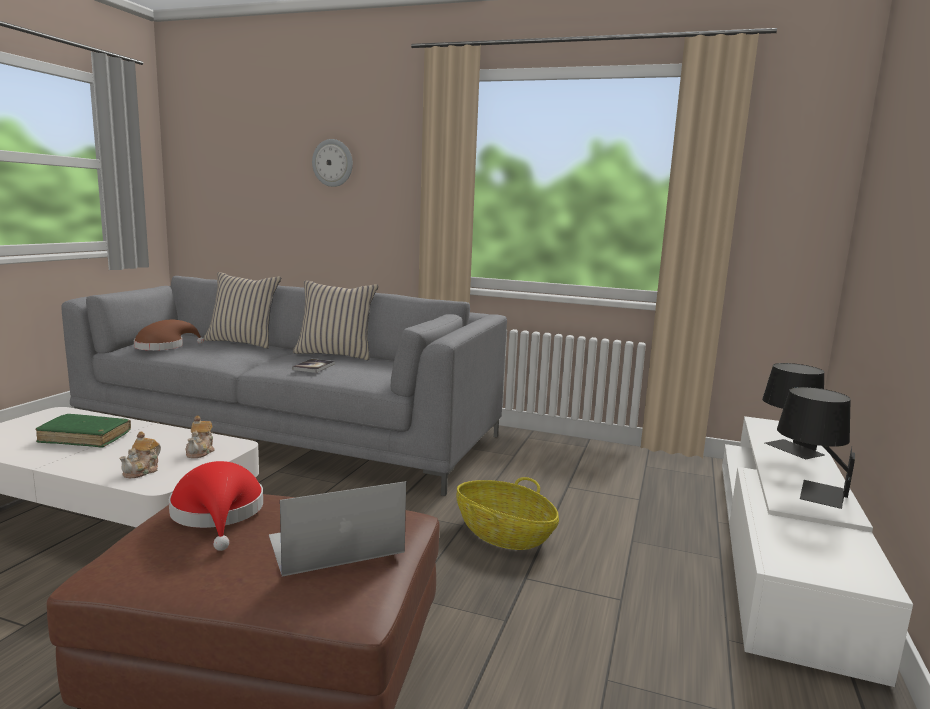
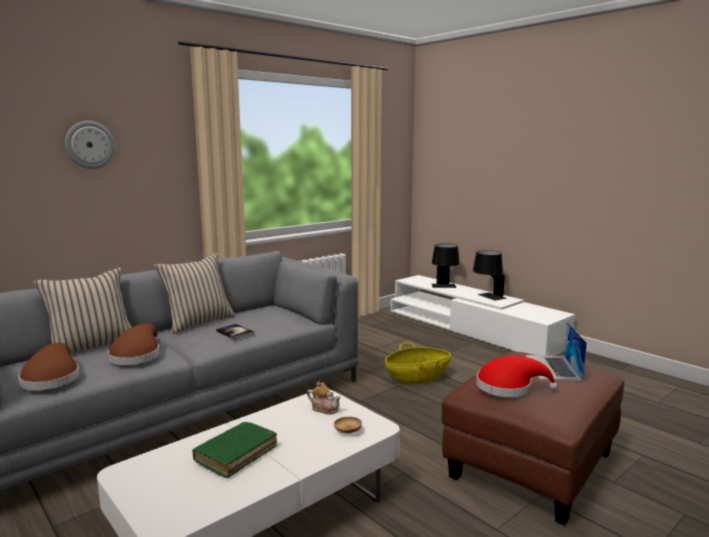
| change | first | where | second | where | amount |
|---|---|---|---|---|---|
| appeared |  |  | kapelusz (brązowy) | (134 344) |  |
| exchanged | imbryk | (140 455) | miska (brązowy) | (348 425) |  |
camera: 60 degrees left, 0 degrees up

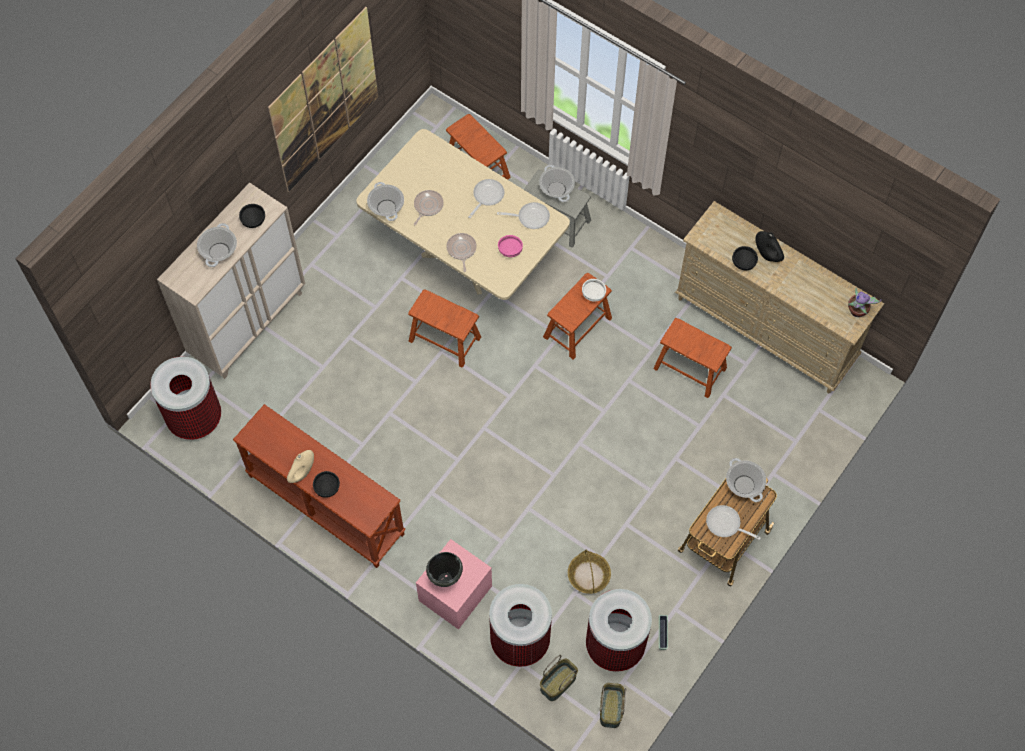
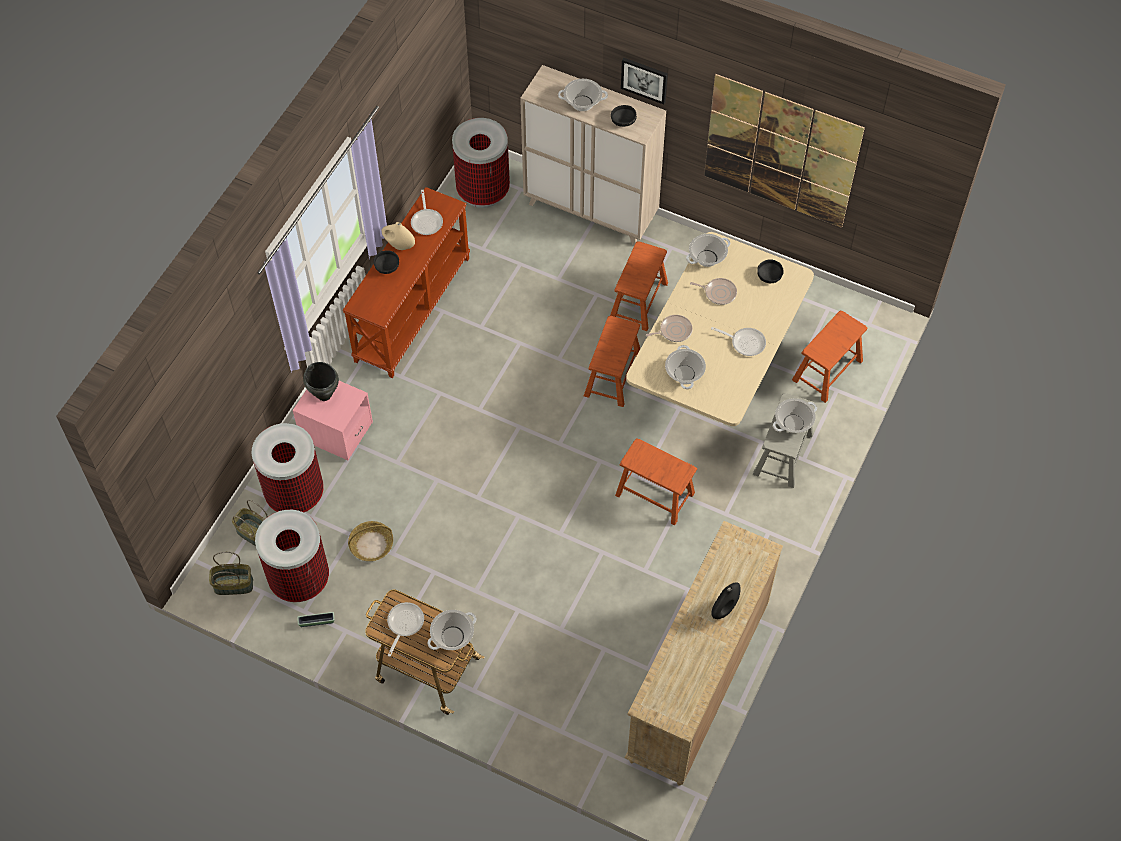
| change | first | where | second | where | amount |
|---|---|---|---|---|---|
| missing | miska (biały) | (594 290) |  |  |  |
| missing | roślina doniczkowa | (864 302) |  |  |  |
| appeared |  |  | obraz | (644 81) |  |
| relocated | patelnia | (523 215) |  | (427 212) |  |
| relocated | stołek (brązowy) | (692 358) |  | (639 286) |  |
| relocated | miska (czarny) | (745 258) |  | (770 271) |  |
| exchanged | miska (różowy) | (510 246) | garnek | (685 367) |  |
camera: 80 degrees right, 5 degrees down

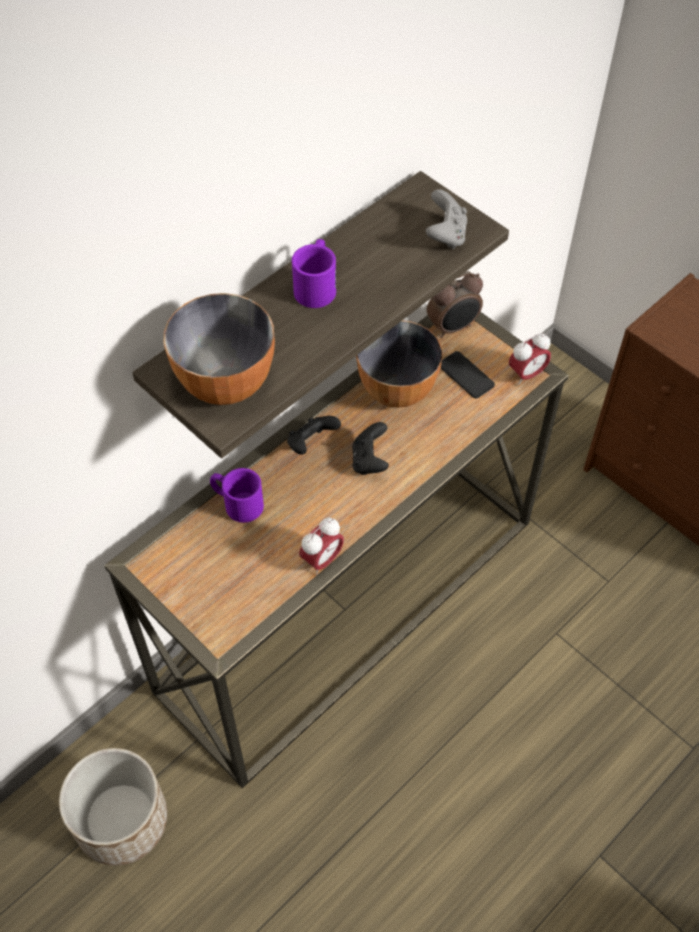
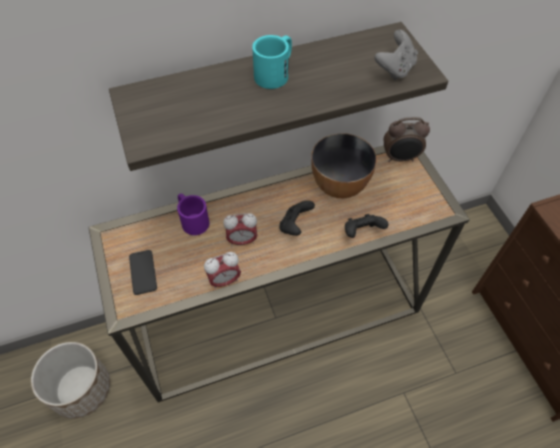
| change | first | where | second | where | amount |
|---|---|---|---|---|---|
| missing | miska | (219 349) |  |  |  |
| relocated | pad do gier (czarny) | (314 435) |  | (366 226) |  |
| relocated | telefon | (468 375) |  | (143 272) |  |
| relocated | budzik | (530 359) |  | (240 229) |  |
| colour | kubek (fioletowy) | (314 273) | kubek (turkusowy) | (272 62) |  |
camera: 25 degrees right, 0 degrees up

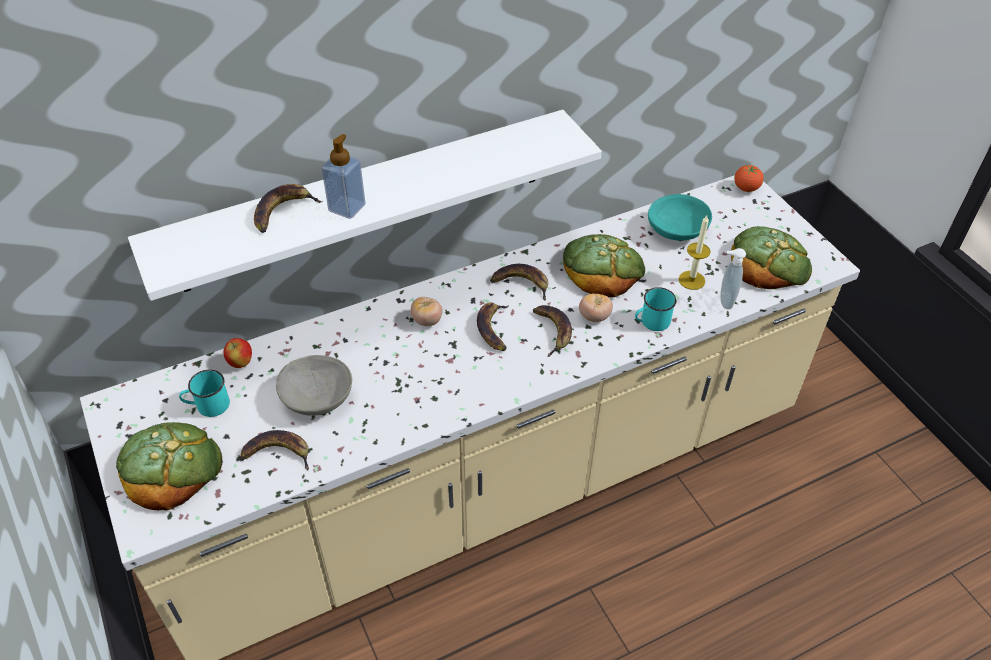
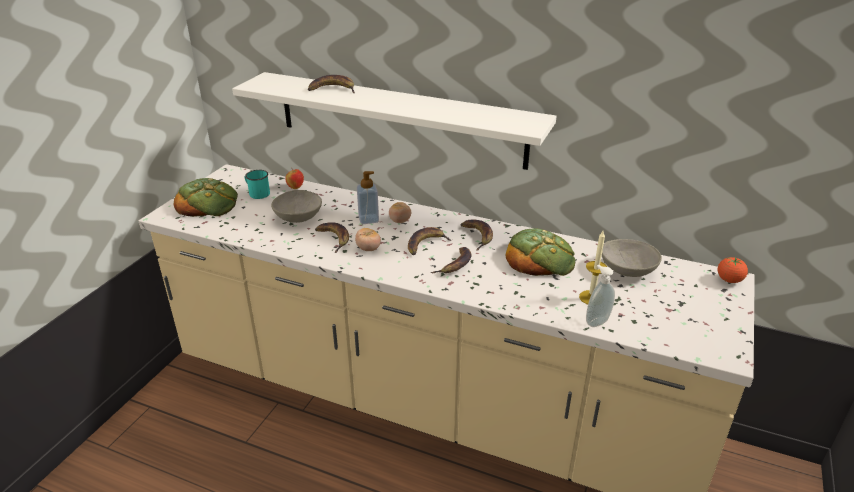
| change | first | where | second | where | amount |
|---|---|---|---|---|---|
| missing | kubek (turkusowy) | (656 309) |  |  |  |
| missing | chleb | (771 257) |  |  |  |
| relocated | banan | (274 450) |  | (332 237) |  |
| relocated | dozownik mydła | (343 176) |  | (368 197) |  |
| relocated | pomidor | (596 307) |  | (368 239) |  |
| colour | miska (turkusowy) | (680 217) | miska (szary) | (632 258) |  |
camera: 50 degrees right, 15 degrees down

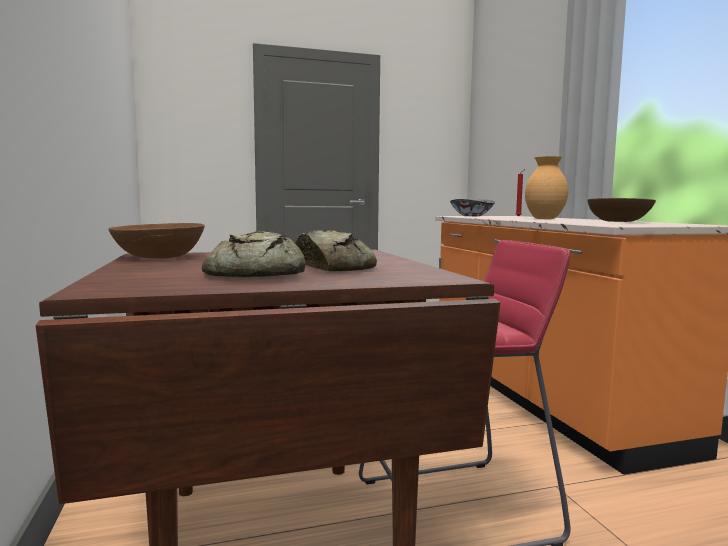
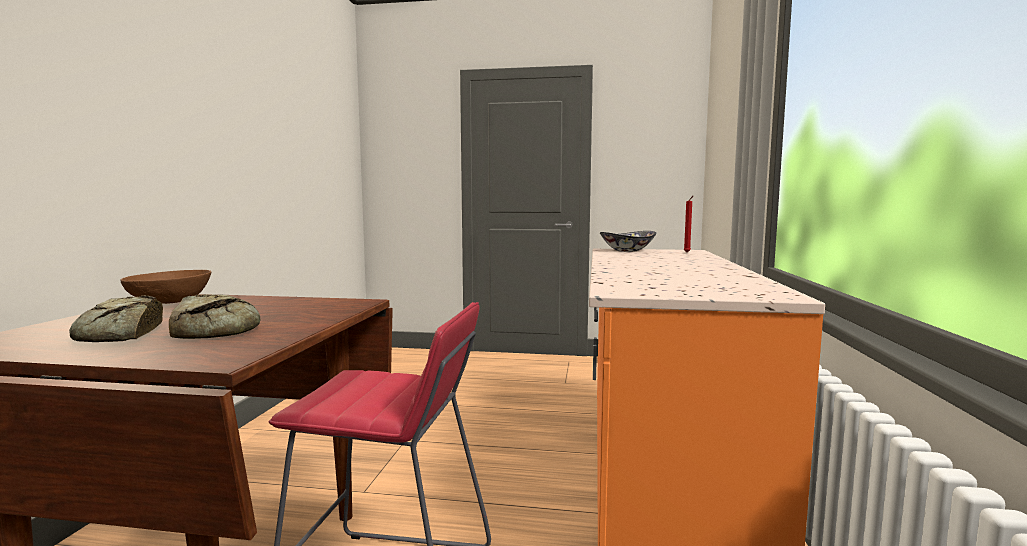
| change | first | where | second | where | amount |
|---|---|---|---|---|---|
| missing | wazon (brązowy) | (546 187) |  |  |  |
| missing | miska (brązowy) | (622 210) |  |  |  |
camera: 25 degrees right, 0 degrees up

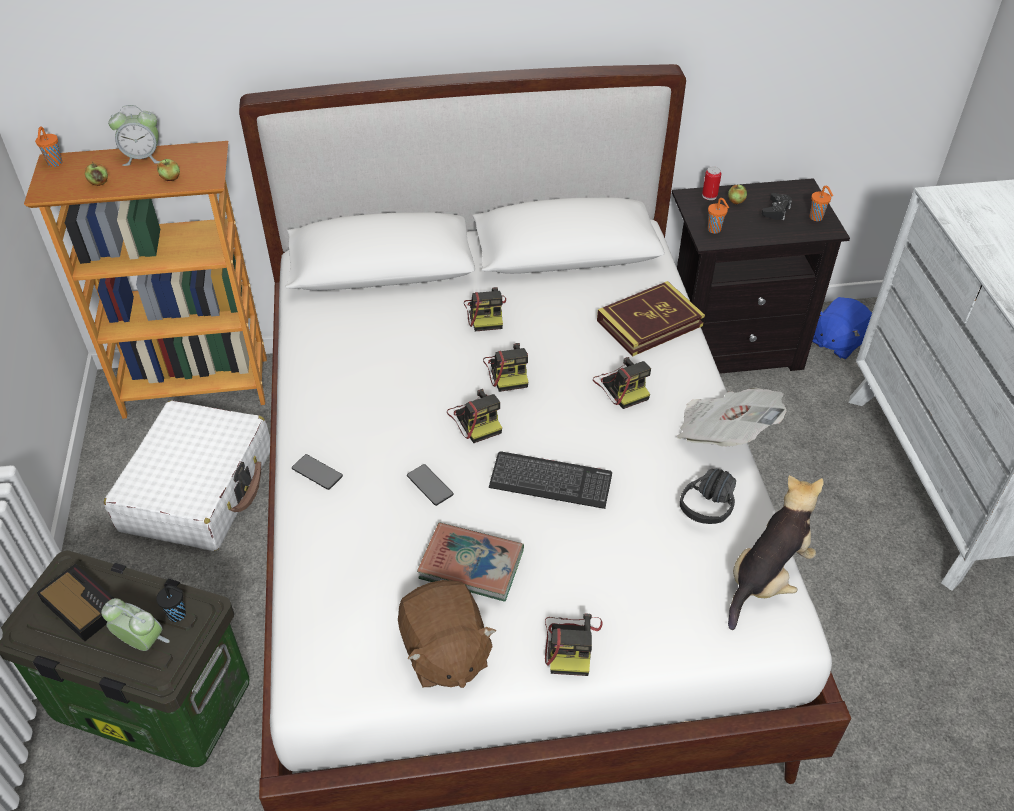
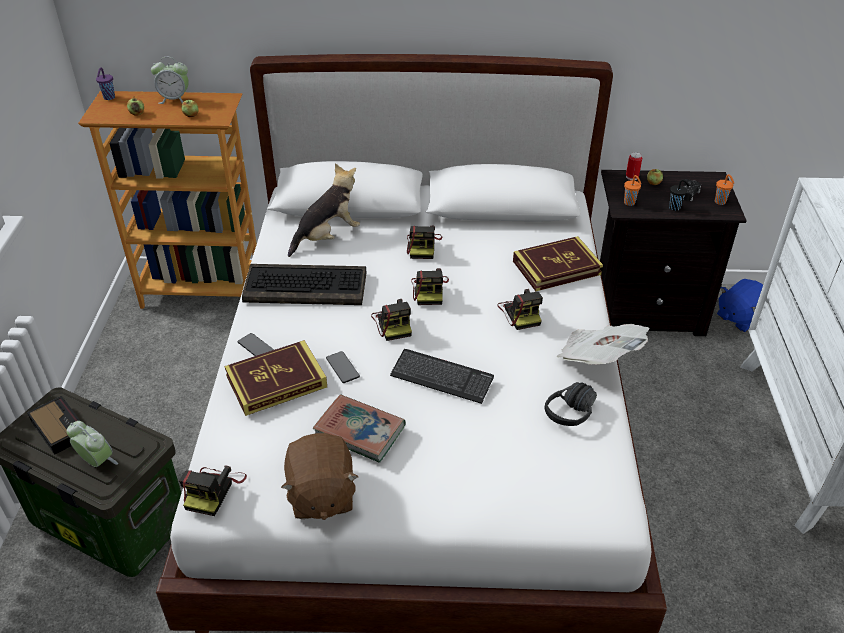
| change | first | where | second | where | amount |
|---|---|---|---|---|---|
| missing | walizka (biały) | (187 475) |  |  |  |
| appeared |  |  | książka | (275 378) |  |
| appeared |  |  | klawiatura | (304 284) |  |
| relocated | filiżanka (czarny) | (171 603) |  | (679 195) |  |
| relocated | aparat fotograficzny | (574 645) |  | (213 490) |  |
| relocated | pluszak | (775 552) |  | (324 210) |  |
| colour | filiżanka (pomarańczowy) | (48 146) | filiżanka (fioletowy) | (105 83) |  |
camera: 10 degrees right, 5 degrees down

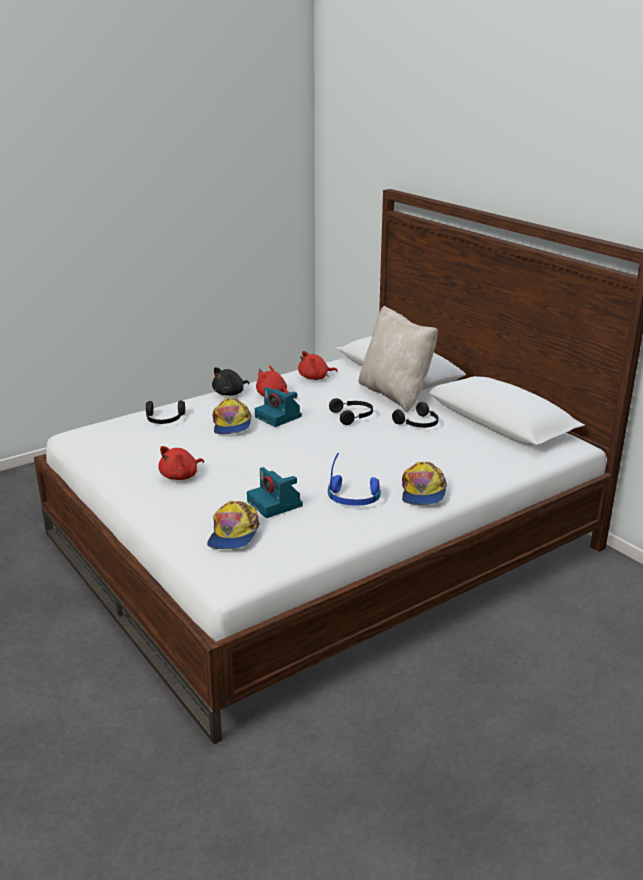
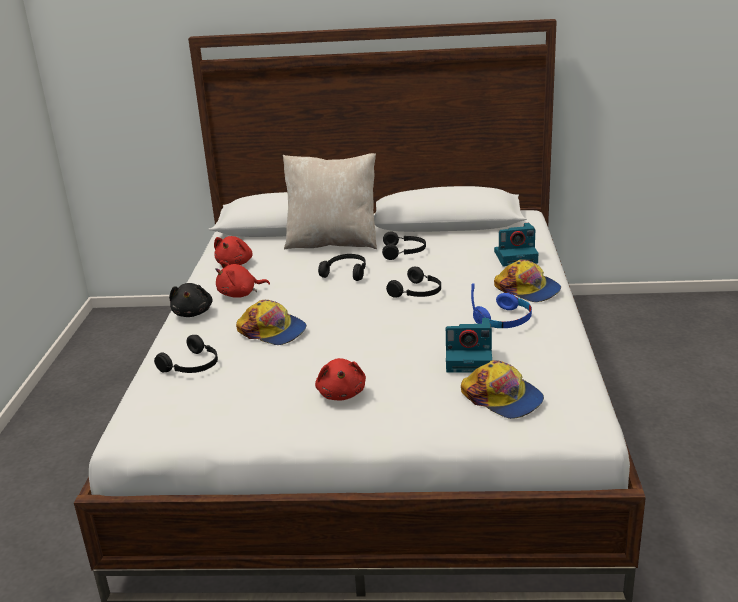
| change | first | where | second | where | amount |
|---|---|---|---|---|---|
| appeared |  |  | słuchawki (czarny) | (413 282) |  |
| relocated | aparat fotograficzny | (278 407) |  | (516 245) |  |
camera: 50 degrees left, 0 degrees up

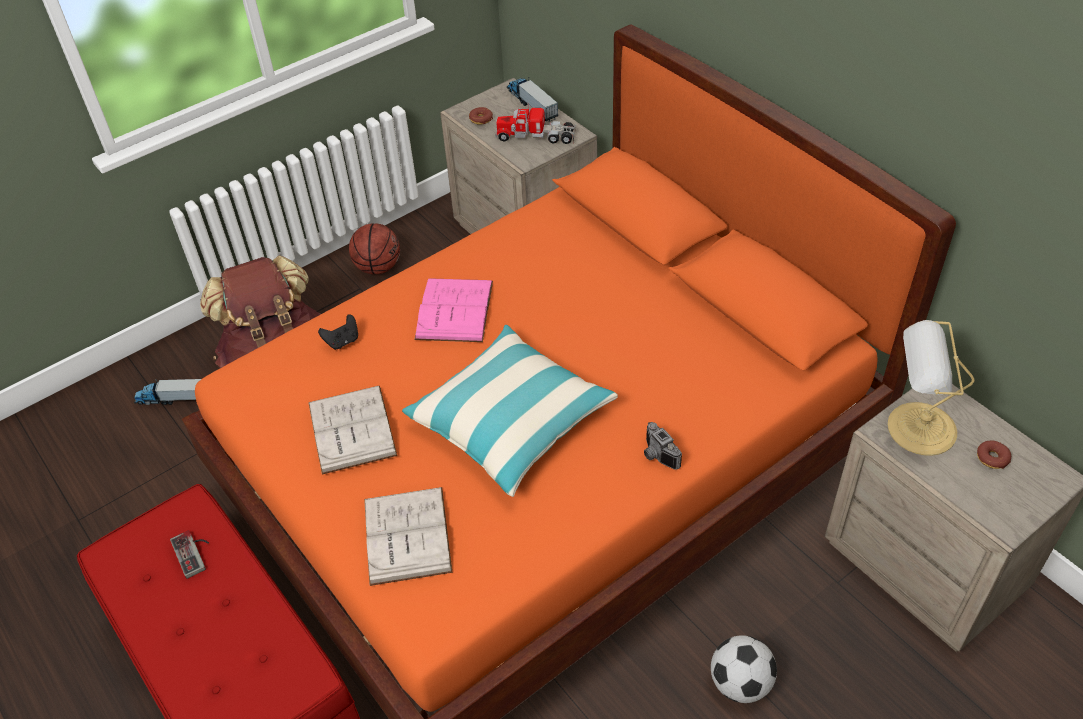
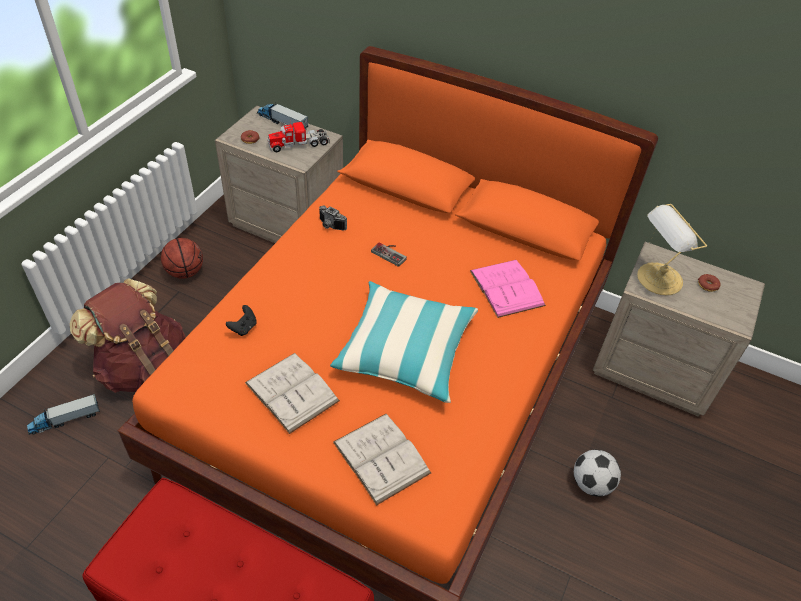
| change | first | where | second | where | amount |
|---|---|---|---|---|---|
| relocated | pad do gier | (189 554) |  | (389 254) |  |
| relocated | książka (różowy) | (453 310) |  | (508 289) |  |
| relocated | aparat fotograficzny | (663 445) |  | (333 218) |  |
camera: 30 degrees left, 0 degrees up

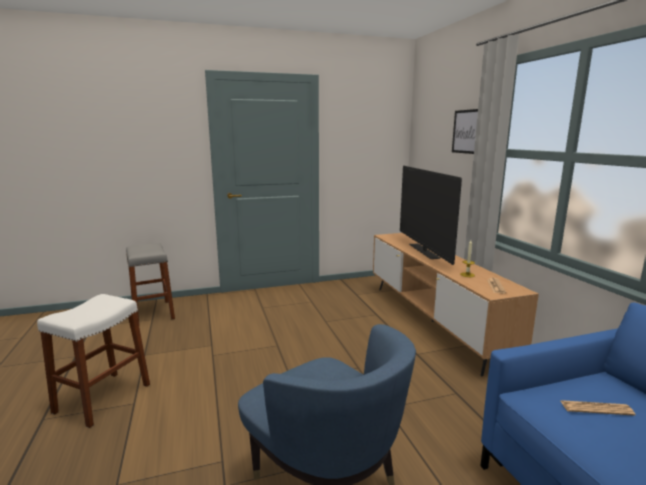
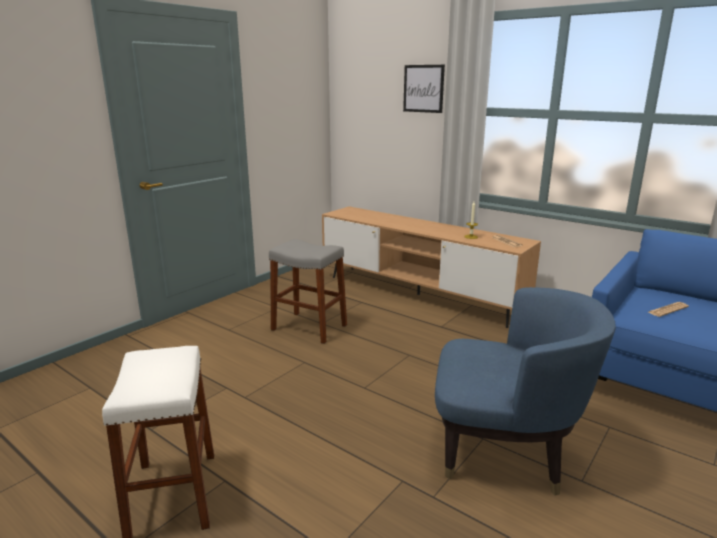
| change | first | where | second | where | amount |
|---|---|---|---|---|---|
| missing | telewizor | (431 215) |  |  |  |
| relocated | stołek (szary) | (150 283) |  | (308 291) |  |
camera: 35 degrees left, 5 degrees up

